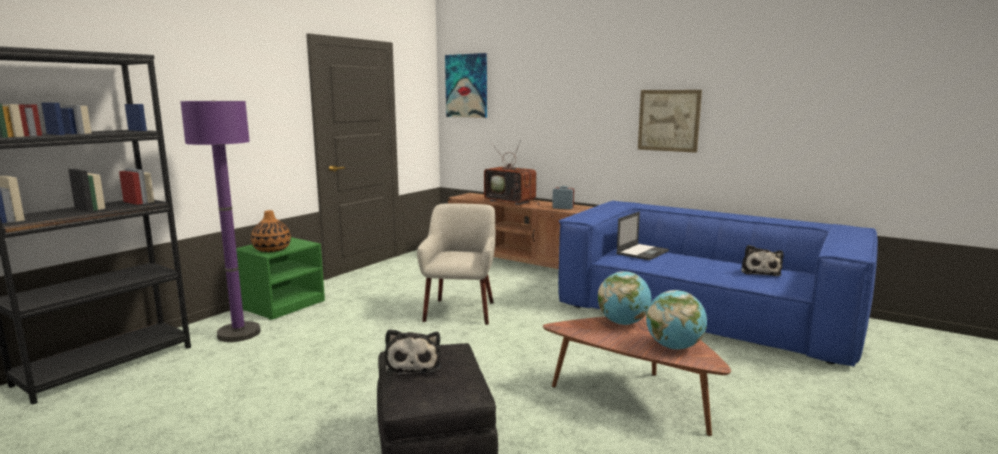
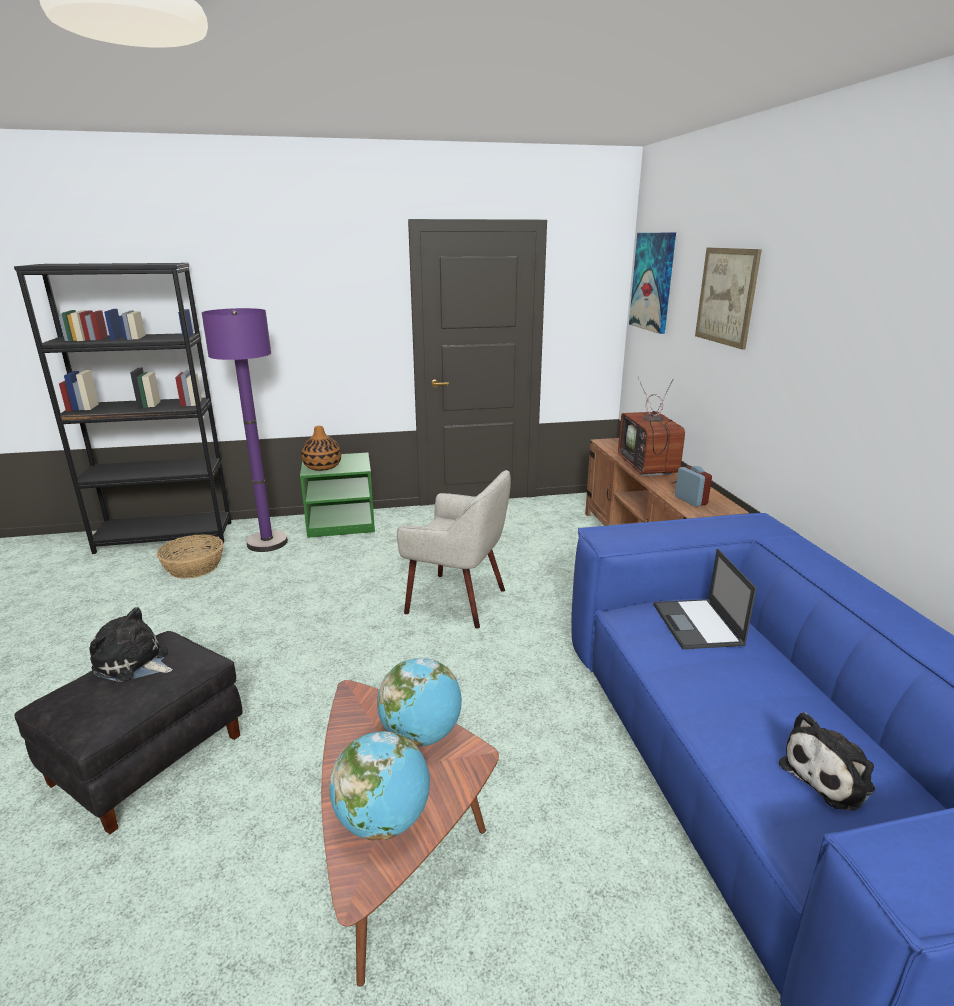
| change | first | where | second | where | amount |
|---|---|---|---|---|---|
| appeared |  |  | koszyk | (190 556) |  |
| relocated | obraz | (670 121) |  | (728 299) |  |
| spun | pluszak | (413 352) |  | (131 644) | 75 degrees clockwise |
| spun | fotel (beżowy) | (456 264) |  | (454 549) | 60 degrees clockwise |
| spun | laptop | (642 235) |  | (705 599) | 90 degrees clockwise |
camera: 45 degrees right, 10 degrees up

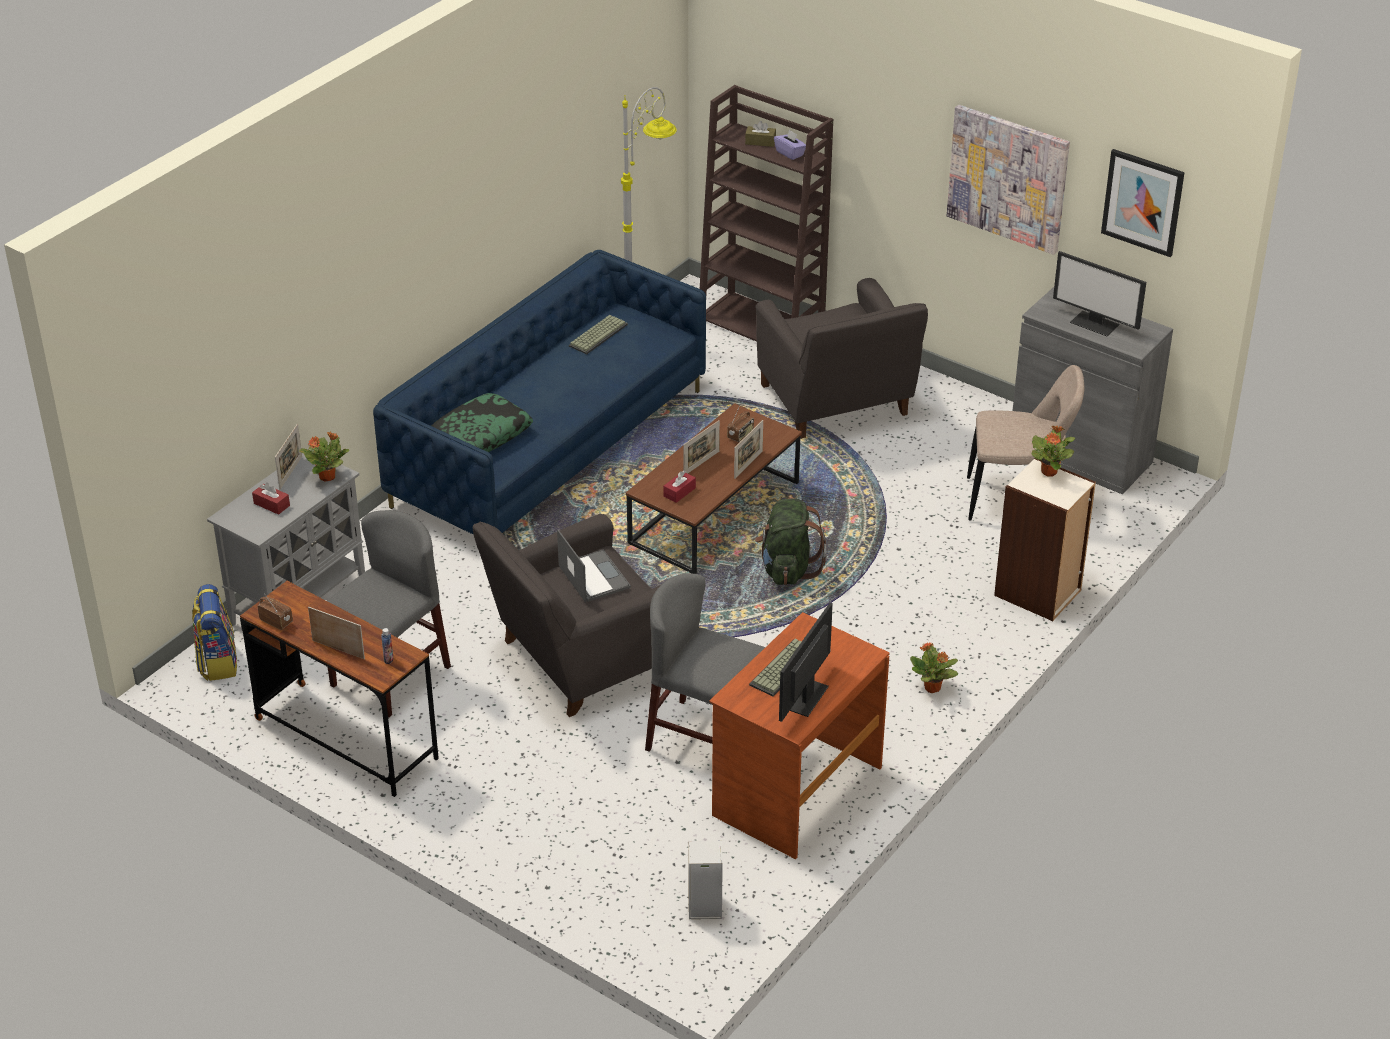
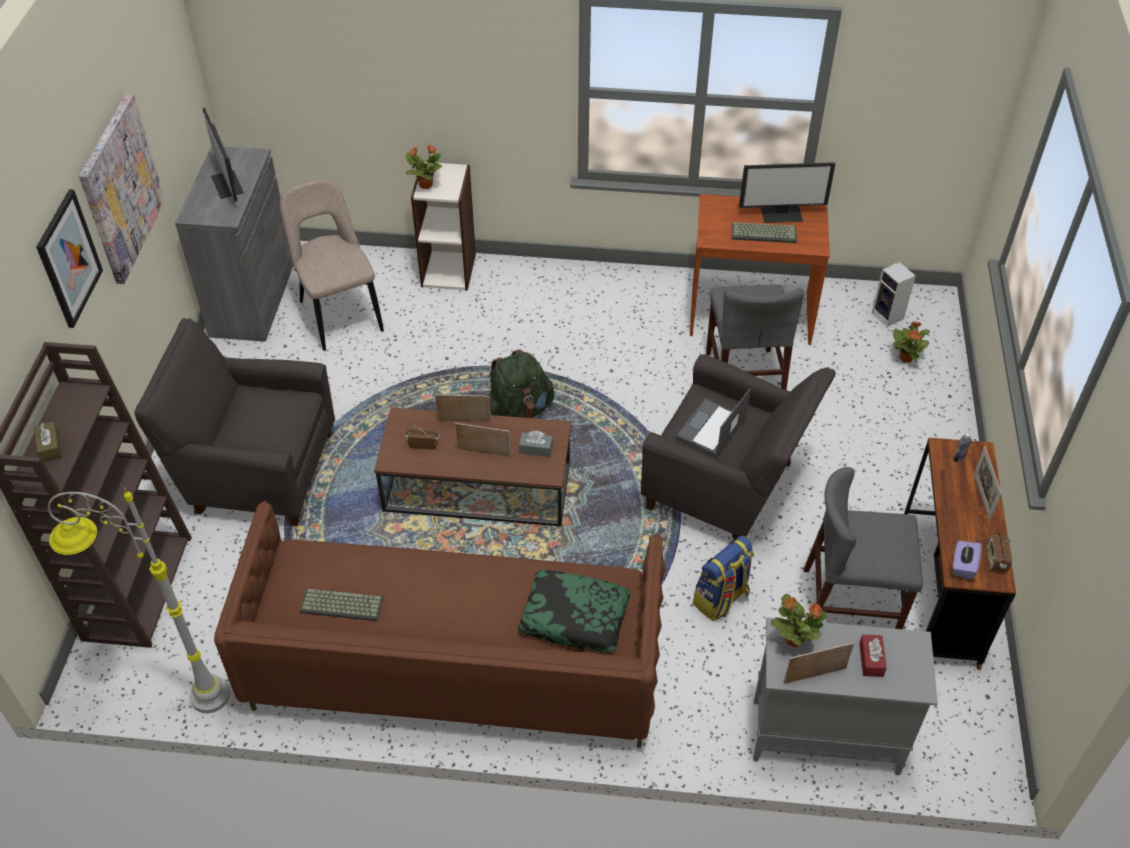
| change | first | where | second | where | amount |
|---|---|---|---|---|---|
| relocated | plecak | (214 632) |  | (723 578) |  |
| relocated | pudełko chusteczek (fioletowy) | (790 145) |  | (967 560) |  |
| relocated | roślina doniczkowa | (934 667) |  | (911 342) |  |
| relocated | obraz | (1143 203) |  | (69 258) |  |
| colour | kanapa (niebieski) | (539 392) | kanapa (brązowy) | (439 624) |  |
| colour | pudełko chusteczek (czerwony) | (679 486) | pudełko chusteczek (szary) | (536 444) |  |
| spun | fotel (szary) | (842 358) |  | (234 422) | 120 degrees counterclockwise |
| spun | monitor | (1099 293) |  | (223 155) | 150 degrees clockwise |
camera: 120 degrees left, 10 degrees up

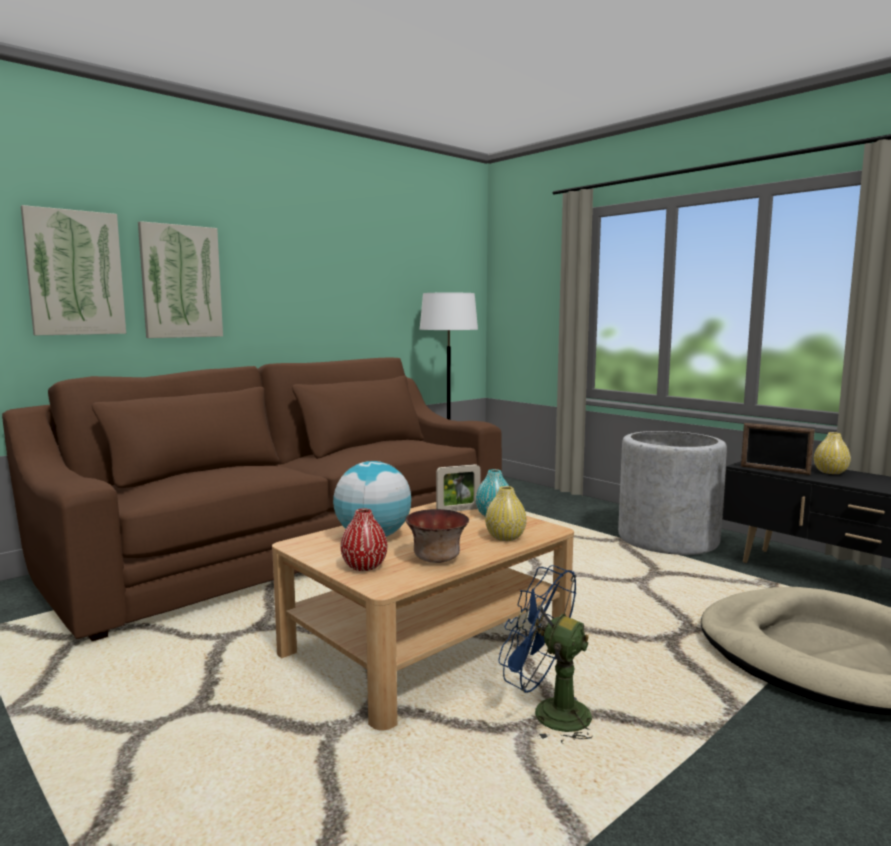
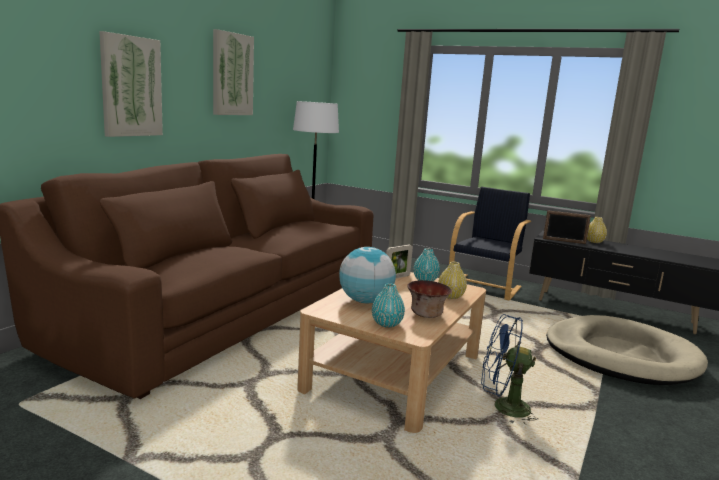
| change | first | where | second | where | amount |
|---|---|---|---|---|---|
| relocated | obraz | (73 270) |  | (233 72) |  |
| exchanged | donica (szary) | (672 493) | fotel (czarny) | (490 243) |  |
| colour | wazon (czerwony) | (364 539) | wazon (turkusowy) | (388 305) |  |
camera: 20 degrees left, 5 degrees up

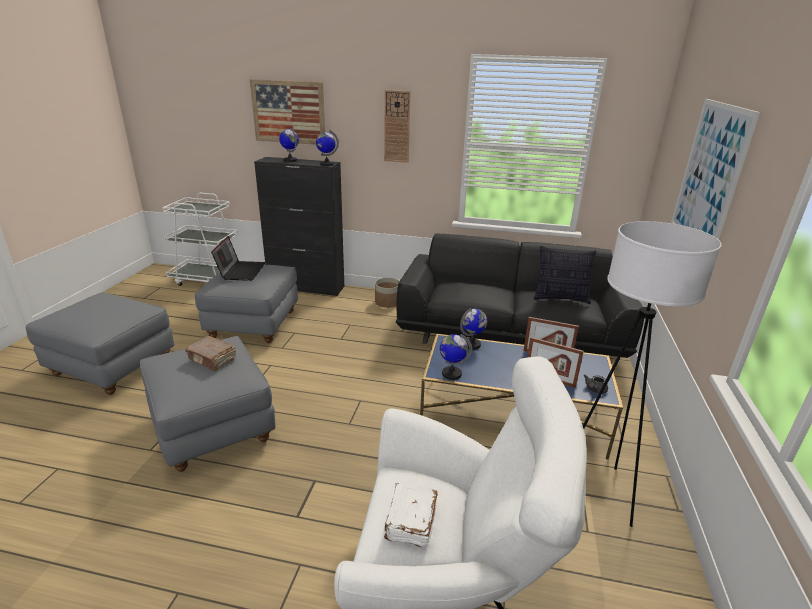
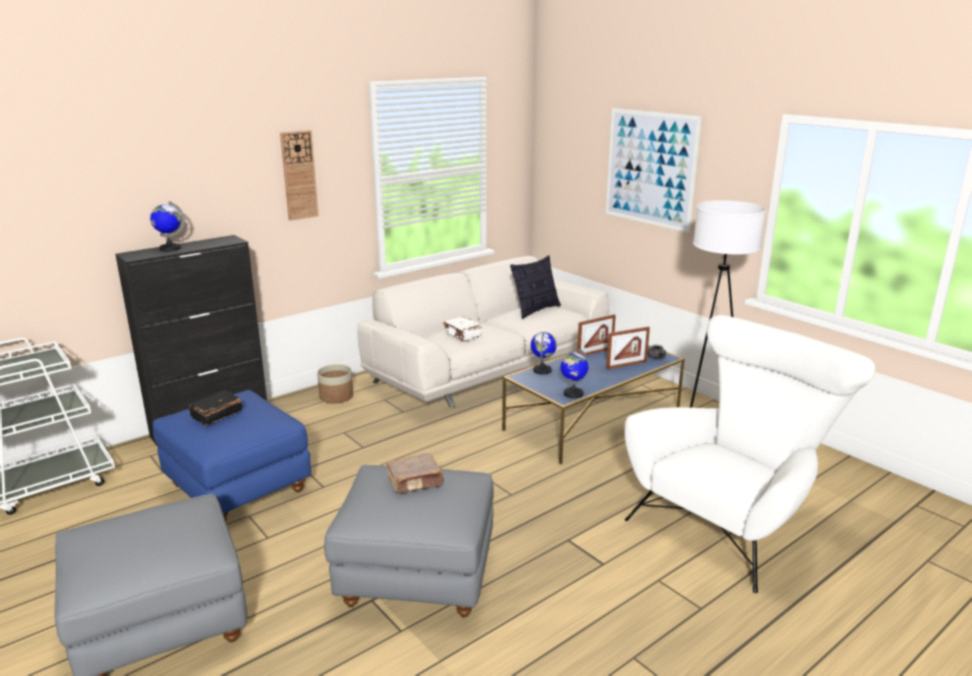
| change | first | where | second | where | amount |
|---|---|---|---|---|---|
| missing | obraz | (287 112) |  |  |  |
| missing | globus | (327 148) |  |  |  |
| relocated | książka (biały) | (411 515) |  | (462 329) |  |
| exchanged | laptop | (238 258) | książka (czarny) | (215 408) |  |
| colour | pufa (szary) | (246 304) | pufa (niebieski) | (232 455) |  |
| colour | kanapa (czarny) | (520 296) | kanapa (biały) | (483 331) |  |
camera: 50 degrees left, 5 degrees down

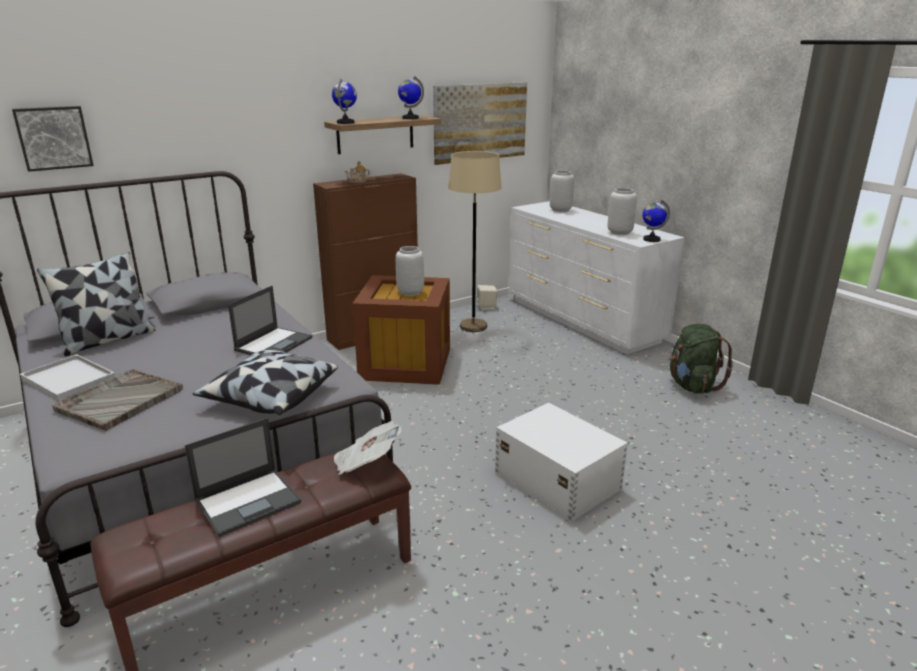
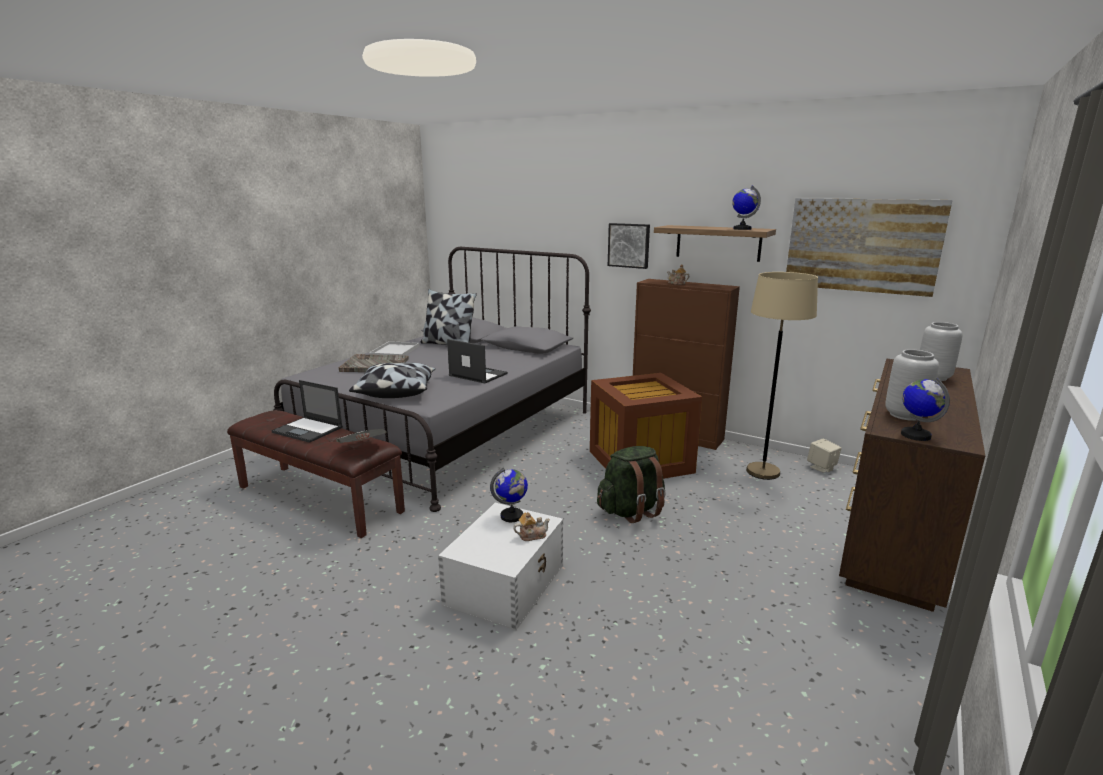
| change | first | where | second | where | amount |
|---|---|---|---|---|---|
| missing | wazon (szary) | (410 271) |  |  |  |
| appeared |  |  | imbryk | (531 526) |  |
| relocated | obraz | (53 139) |  | (629 246) |  |
| relocated | globus | (344 101) |  | (509 495) |  |
| relocated | plecak (zielony) | (701 359) |  | (631 484) |  |
| colour | komoda (biały) | (597 277) | komoda (brązowy) | (912 485) |  |
| spun | laptop | (270 320) |  | (477 361) | 150 degrees counterclockwise |
camera: 65 degrees right, 5 degrees down

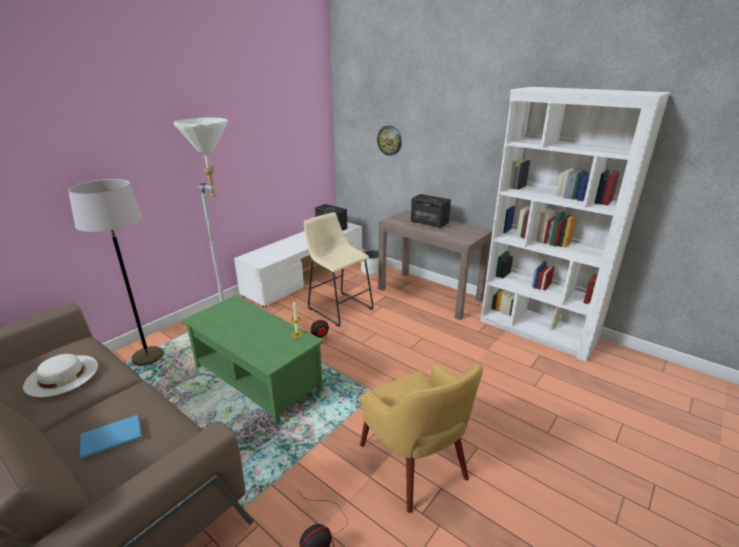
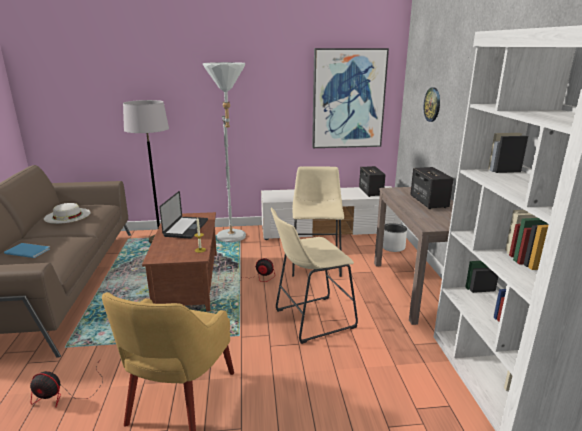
| change | first | where | second | where | amount |
|---|---|---|---|---|---|
| appeared |  |  | laptop | (183 215) |  |
| appeared |  |  | stołek (beżowy) | (314 276) |  |
| appeared |  |  | obraz | (350 98) |  |
| colour | ława (zielony) | (252 360) | ława (brązowy) | (179 261) |  |
camera: 45 degrees right, 5 degrees down

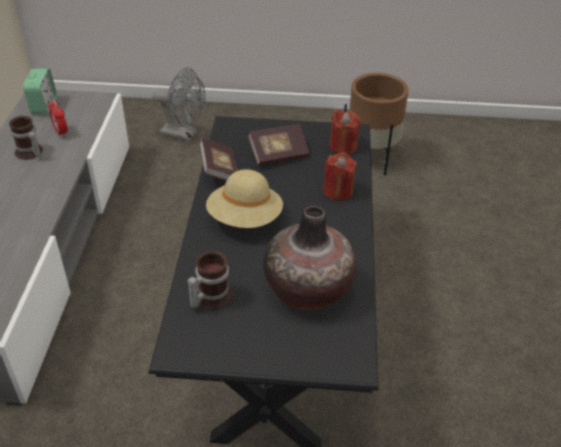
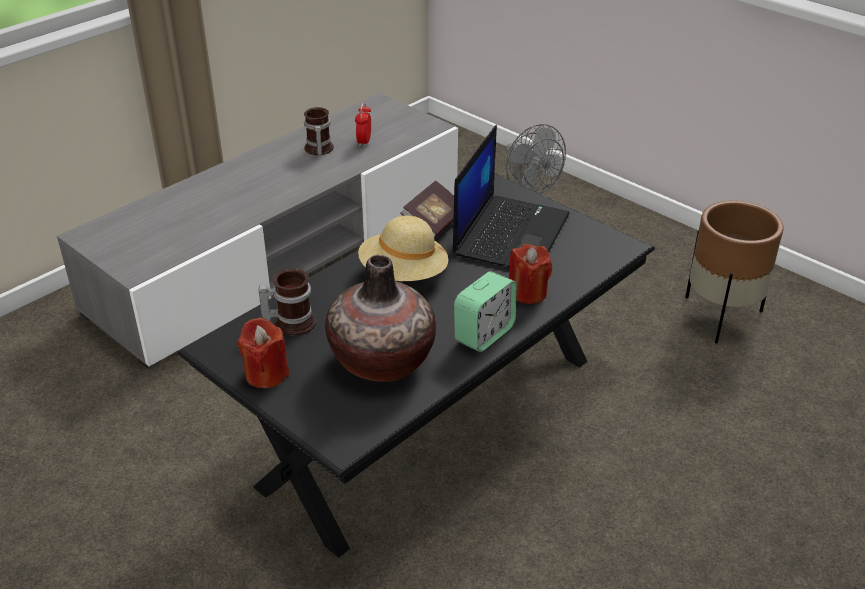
| change | first | where | second | where | amount |
|---|---|---|---|---|---|
| relocated | budzik | (40 91) |  | (485 311) |  |
| relocated | świeca (czerwony) | (345 131) |  | (263 352) |  |
| exchanged | książka | (279 145) | laptop | (511 196) |  |
camera: 40 degrees right, 5 degrees down

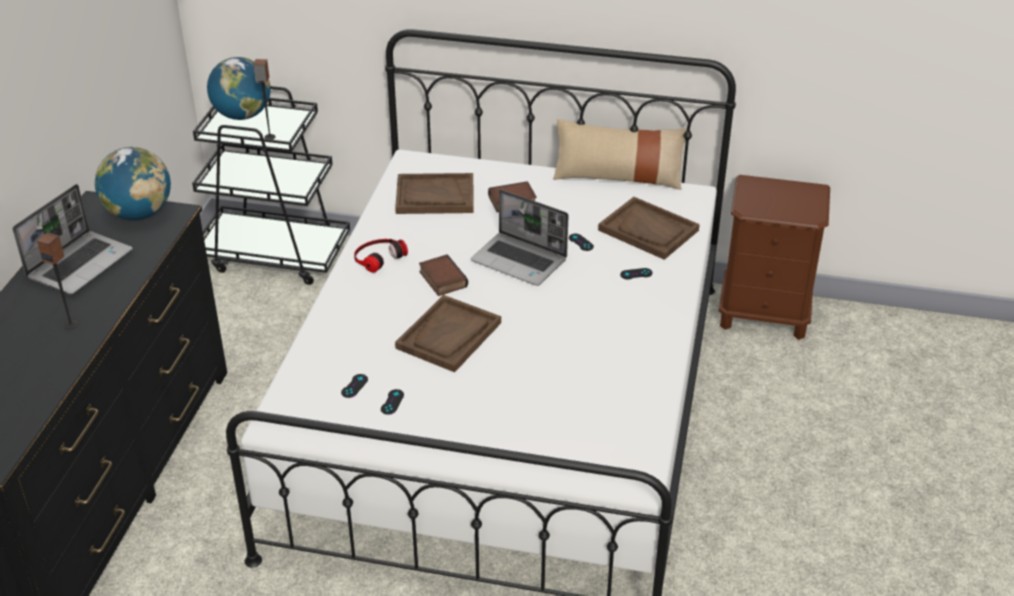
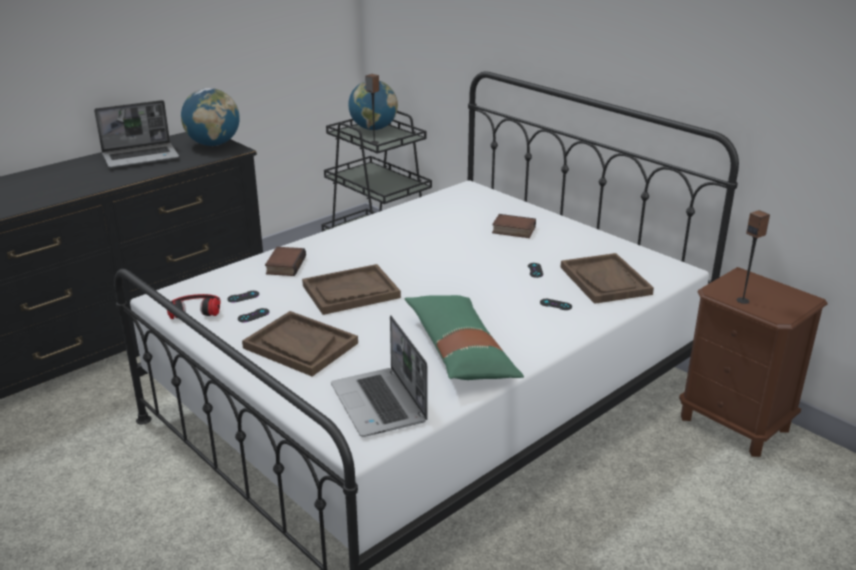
| change | first | where | second | where | amount |
|---|---|---|---|---|---|
| missing | poduszka (beżowy) | (620 154) |  |  |  |
| appeared |  |  | poduszka (zielony) | (464 337) |  |
| relocated | głośnik | (57 281) |  | (753 257) |  |
| relocated | słuchawki | (381 256) |  | (193 306) |  |
| relocated | taca (brązowy) | (434 193) |  | (300 344) |  |
| relocated | książka | (443 275) |  | (285 261) |  |
| relocated | laptop | (520 237) |  | (379 376) |  |
camera: 35 degrees right, 10 degrees down

